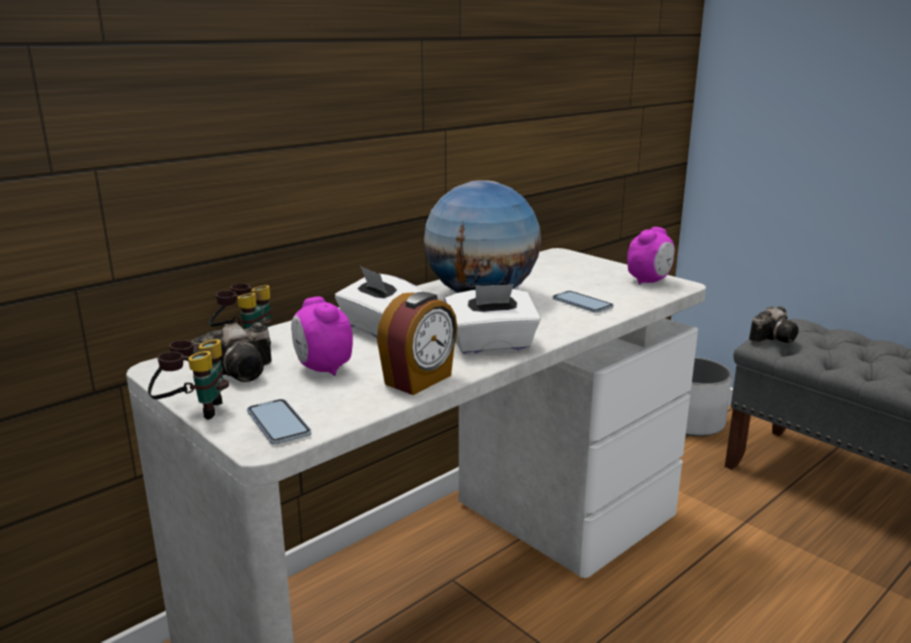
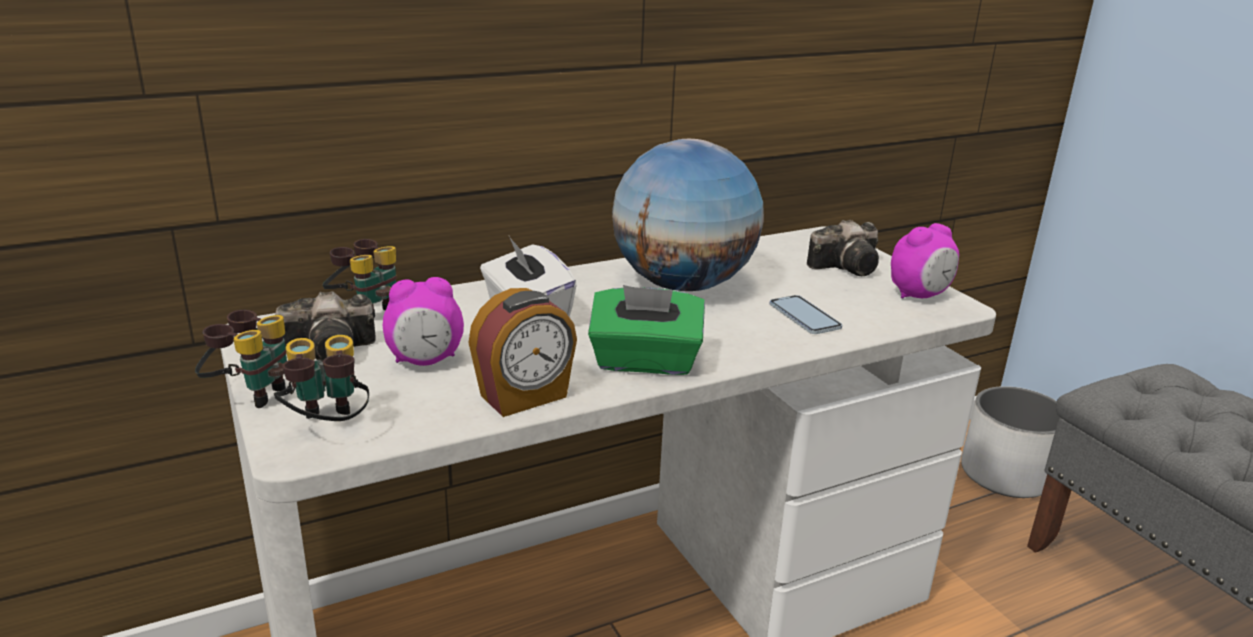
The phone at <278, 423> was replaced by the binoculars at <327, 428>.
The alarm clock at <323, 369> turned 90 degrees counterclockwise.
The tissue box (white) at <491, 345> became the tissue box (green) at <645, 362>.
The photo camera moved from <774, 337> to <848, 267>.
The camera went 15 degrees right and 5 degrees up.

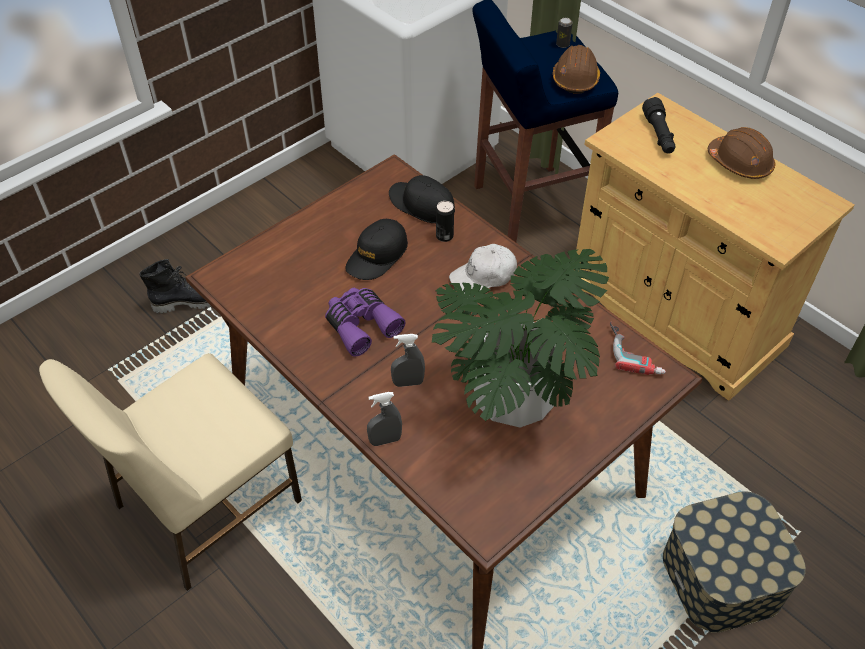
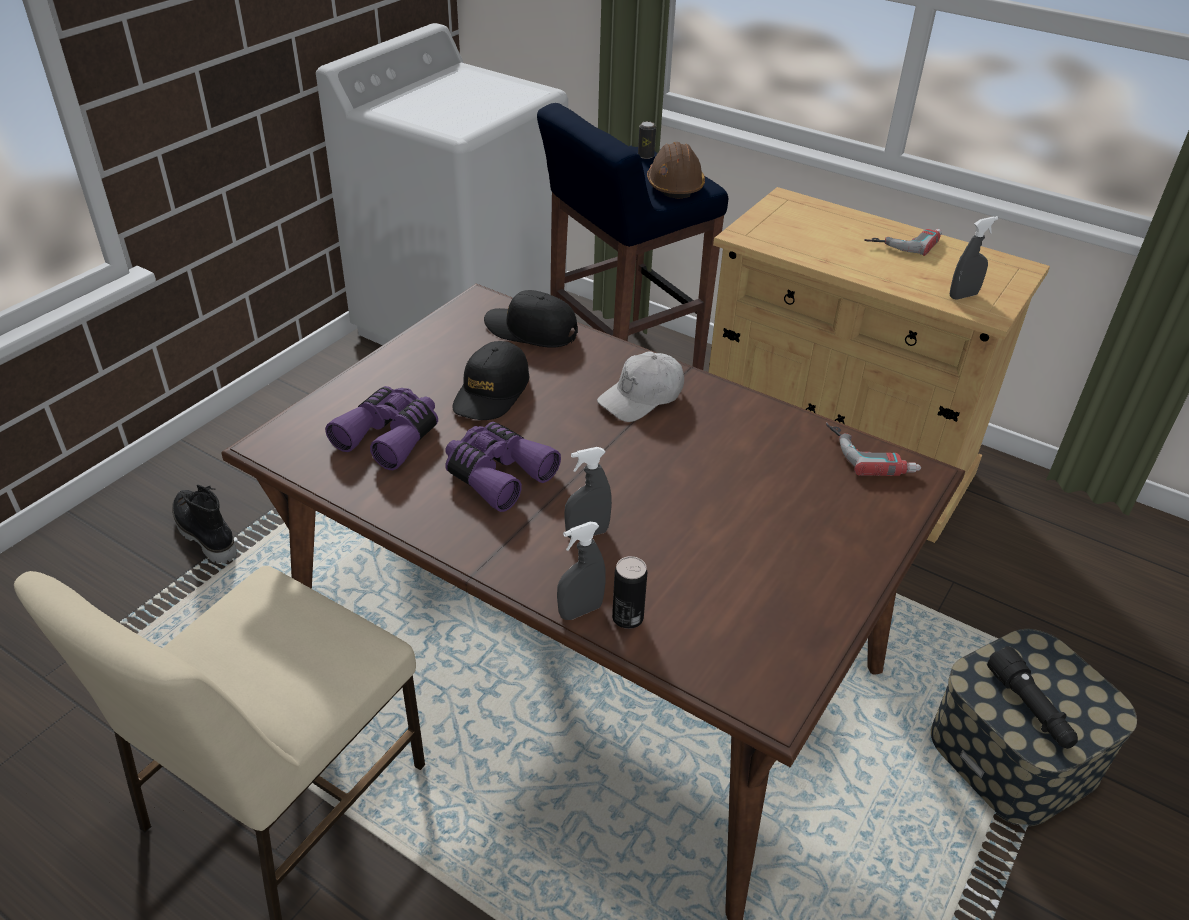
The boot (black) at <190, 301> turned 105 degrees counterclockwise.
The binoculars (purple) at <390, 436> appeared.
The can moved from <444, 236> to <627, 618>.
The hard hat (brown) at <740, 163> was replaced by the power drill at <903, 241>.
The spray bottle (grey) at <963, 296> appeared.
The flashlight (black) moved from <658, 135> to <1029, 708>.
The potted plant at <513, 398> disappeared.
The camera went 15 degrees left and 10 degrees down.

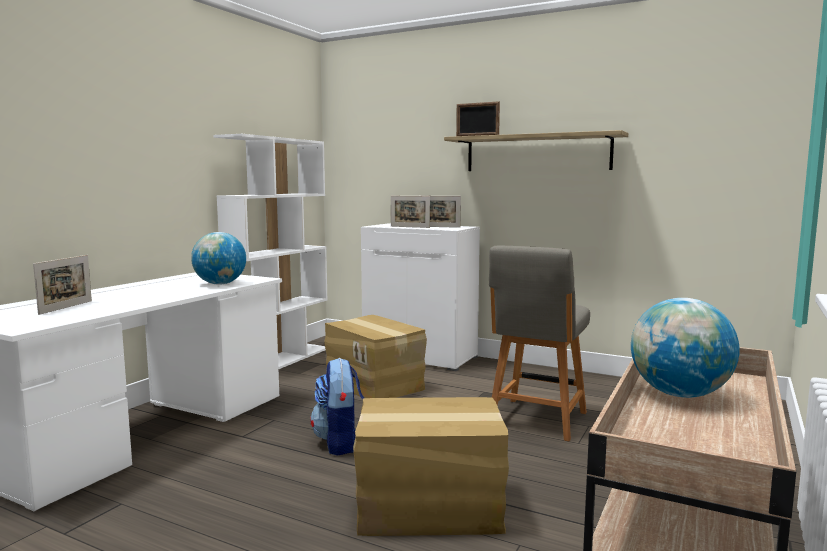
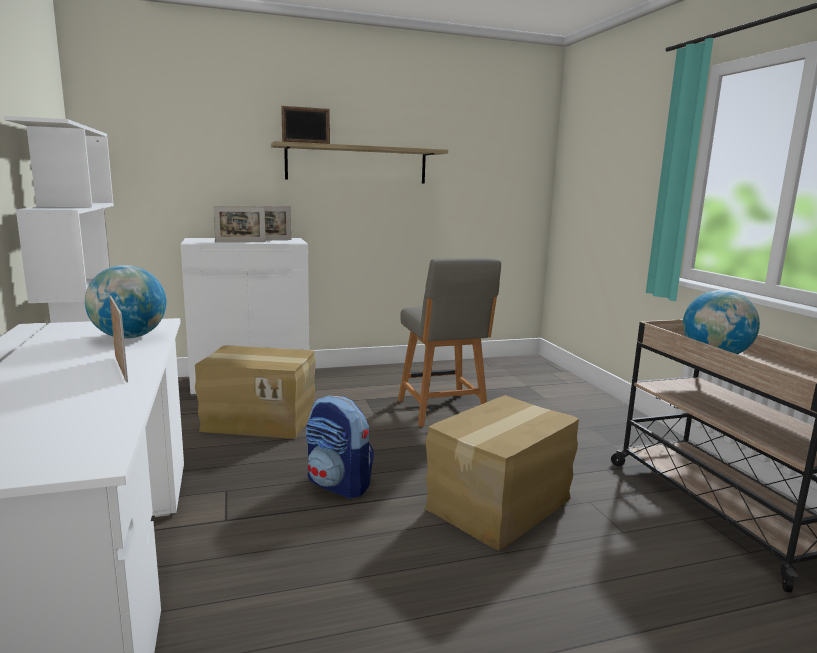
The picture frame moved from <66, 307> to <121, 368>.
The camera went 45 degrees left and 5 degrees up.

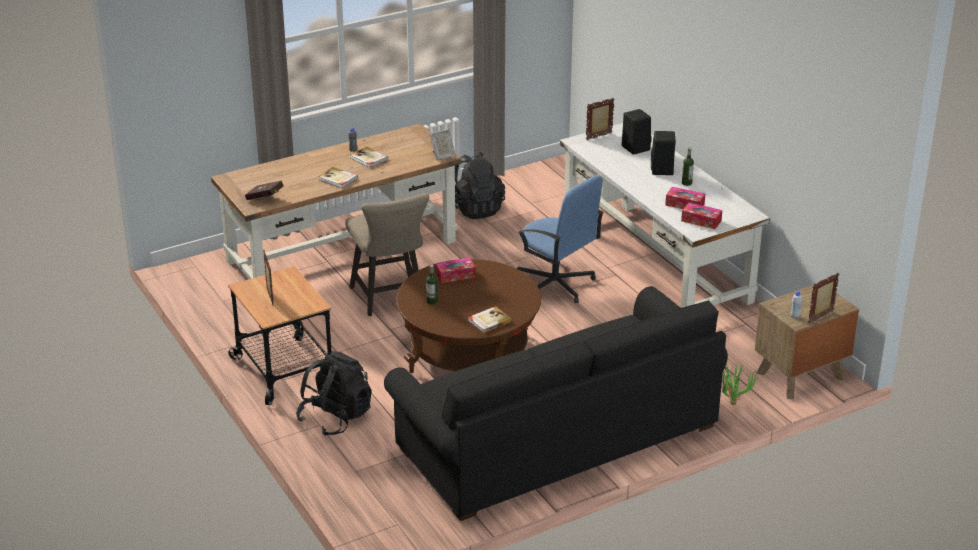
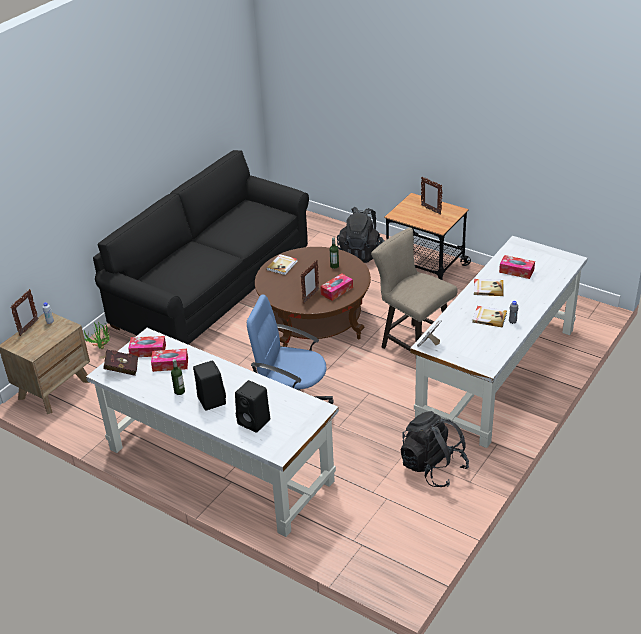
The book (red) moved from <266, 199> to <120, 369>.
The picture frame moved from <599, 136> to <310, 297>.
The desk (brown) at <342, 251> became the desk (white) at <497, 373>.
The tissue box at <516, 271> appeared.
The camera went 155 degrees right and 5 degrees up.

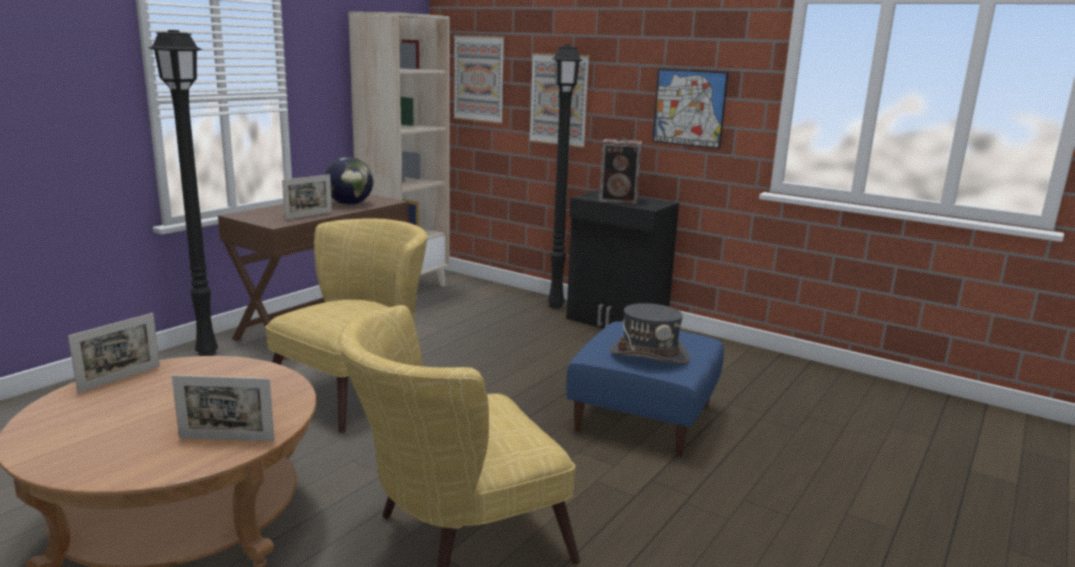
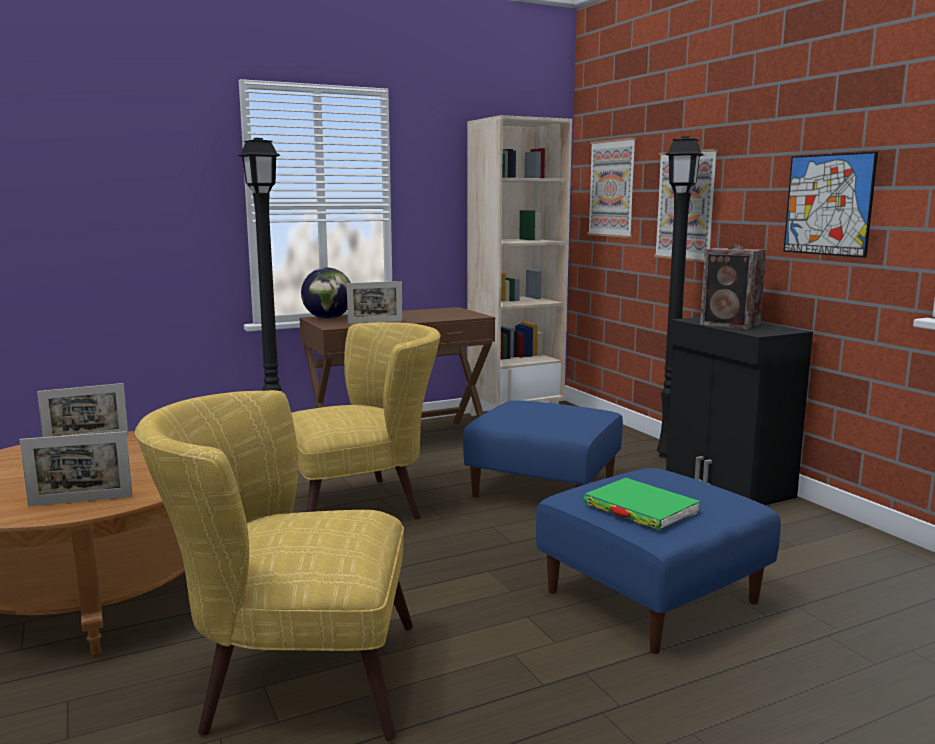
The picture frame at <226, 439> turned 45 degrees counterclockwise.
The globe moved from <350, 204> to <328, 318>.
The ottoman (blue) at <544, 488> appeared.
The hat (grey) at <649, 355> was replaced by the book (green) at <640, 509>.
The camera went 30 degrees right and 5 degrees down.

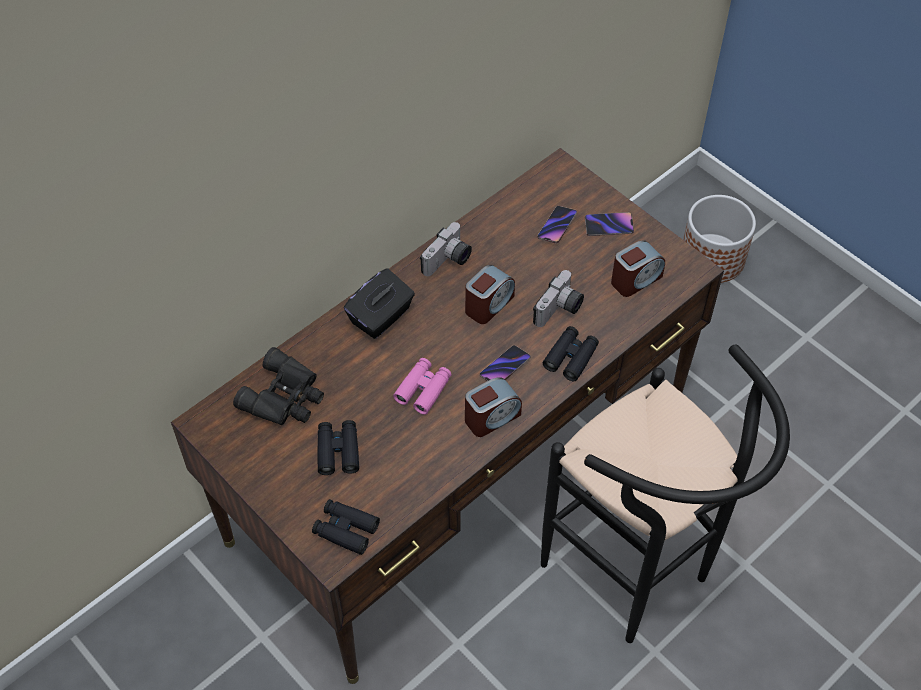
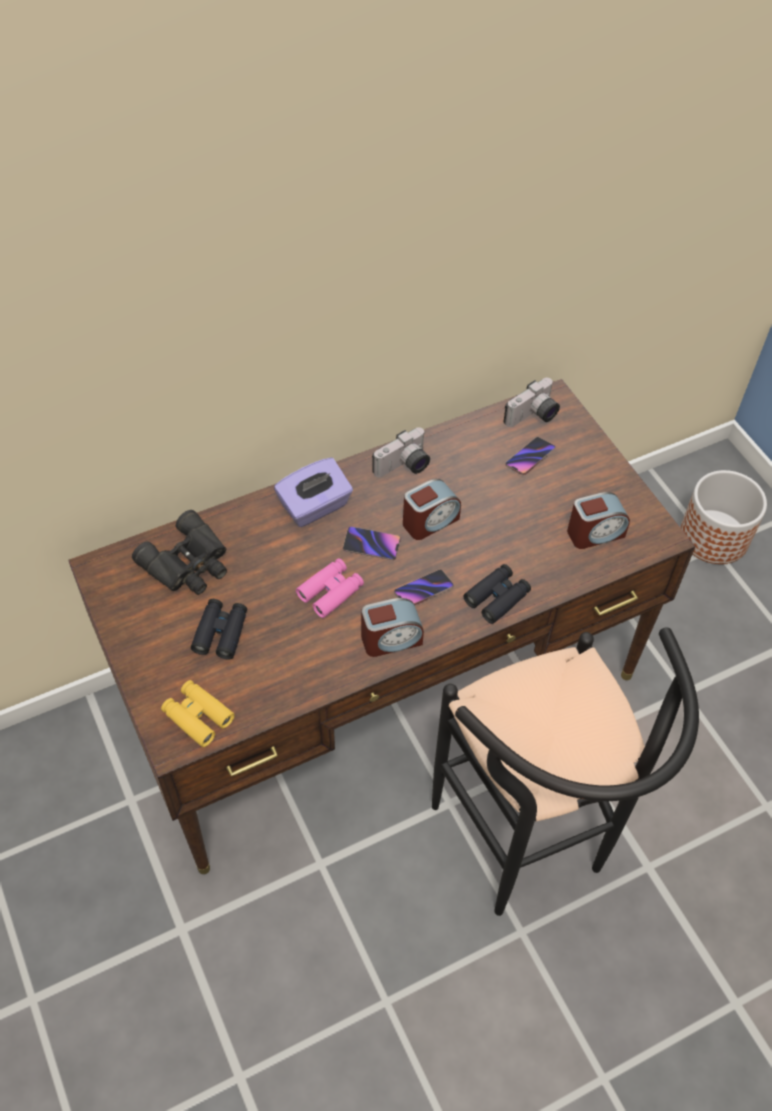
The binoculars (black) at <345, 530> became the binoculars (yellow) at <198, 716>.
The tissue box (black) at <381, 317> became the tissue box (purple) at <315, 507>.
The phone moved from <608, 226> to <371, 545>.
The photo camera moved from <559, 310> to <533, 416>.
The camera went 15 degrees right and 0 degrees up.

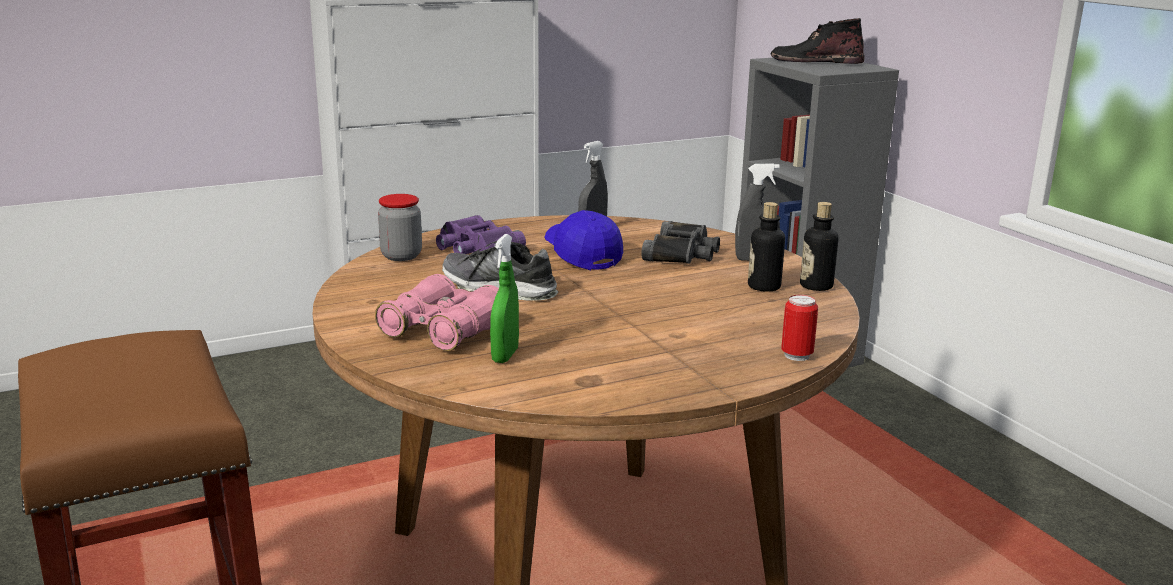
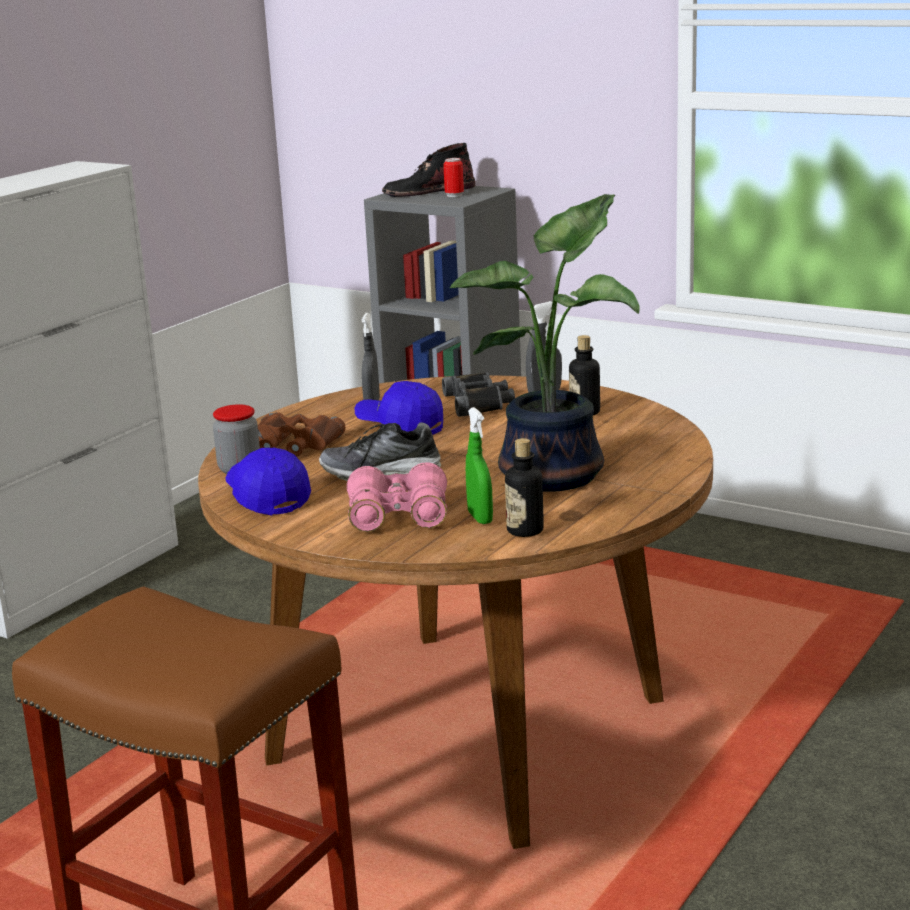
The cap (blue) at <267, 497> appeared.
The binoculars (purple) at <475, 247> became the binoculars (brown) at <293, 444>.
The can moved from <796, 355> to <454, 195>.
The potted plant at <558, 475> appeared.
The bottle moved from <816, 286> to <525, 530>.
The camera went 30 degrees left and 0 degrees up.

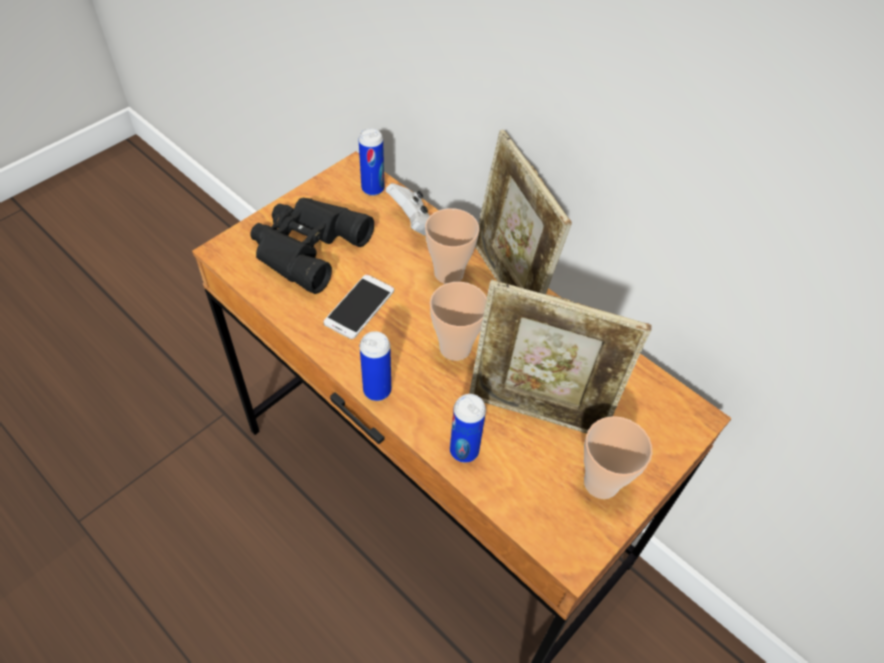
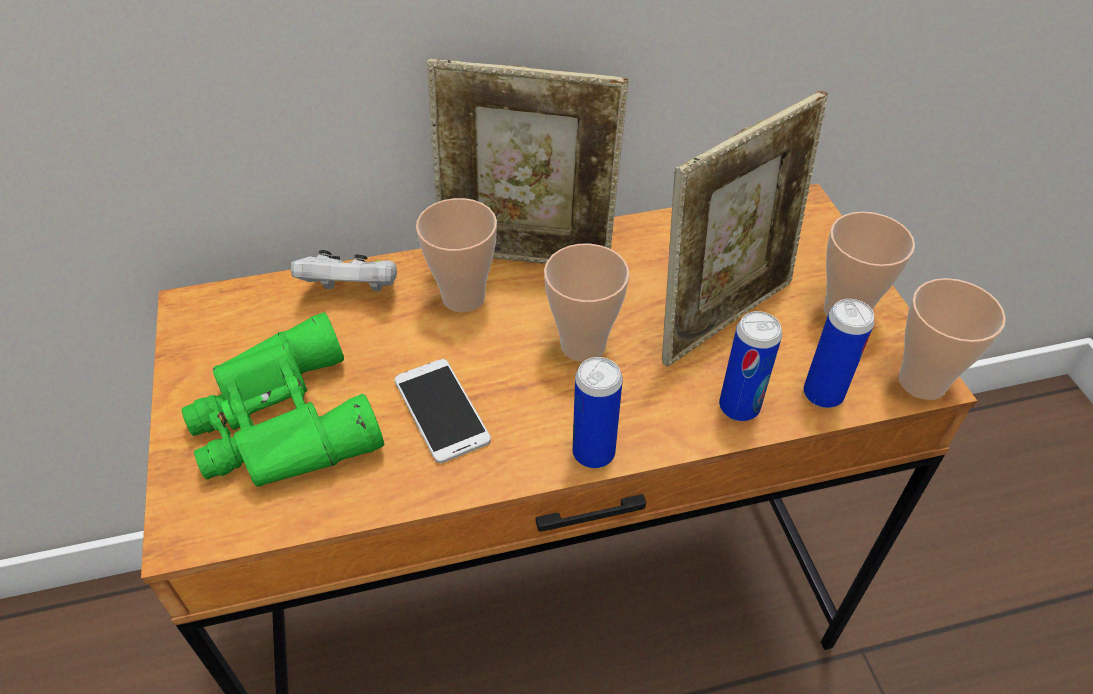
The binoculars (black) at <305, 247> became the binoculars (green) at <280, 424>.
The can moved from <373, 189> to <823, 394>.
The cup at <922, 382> appeared.
The camera went 55 degrees left and 5 degrees down.

